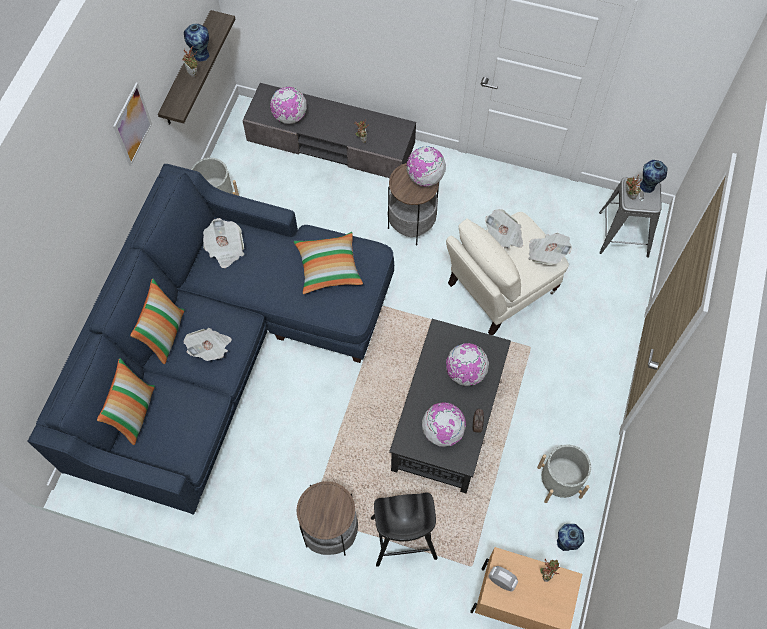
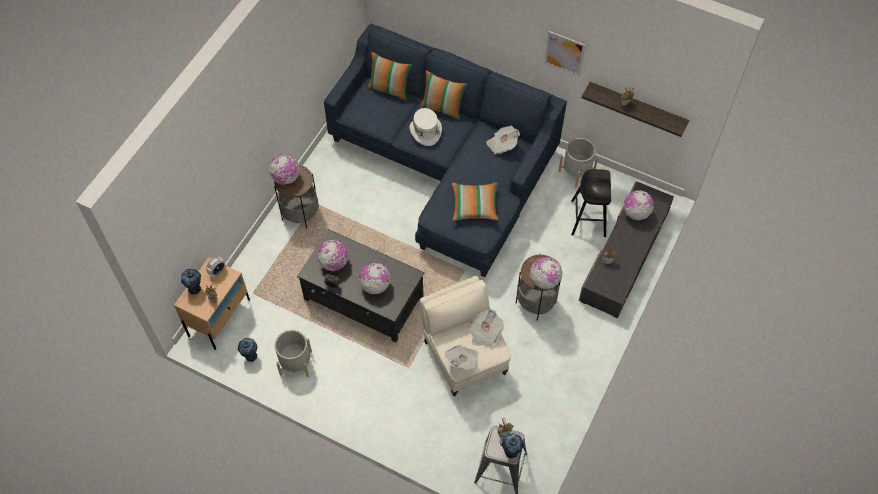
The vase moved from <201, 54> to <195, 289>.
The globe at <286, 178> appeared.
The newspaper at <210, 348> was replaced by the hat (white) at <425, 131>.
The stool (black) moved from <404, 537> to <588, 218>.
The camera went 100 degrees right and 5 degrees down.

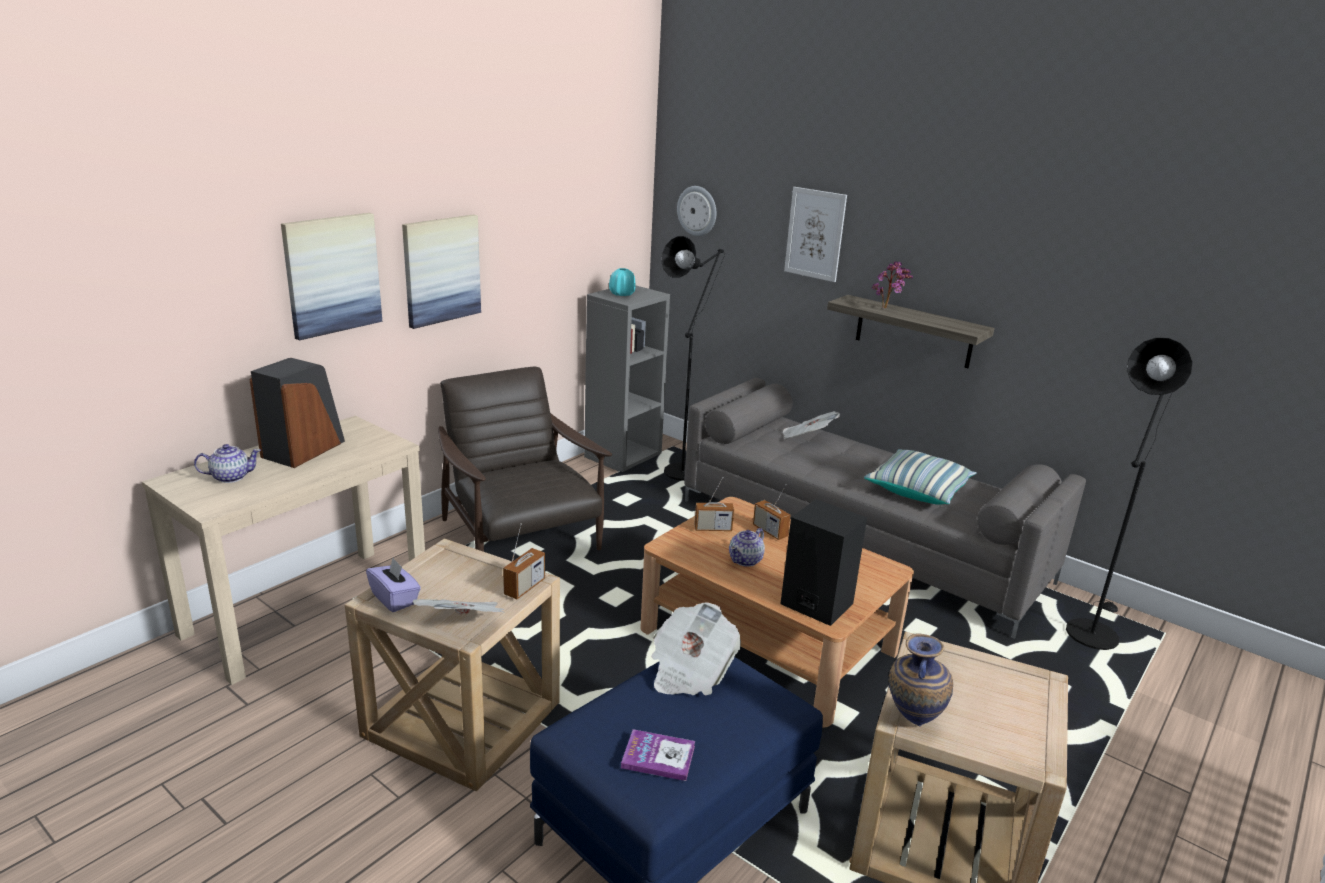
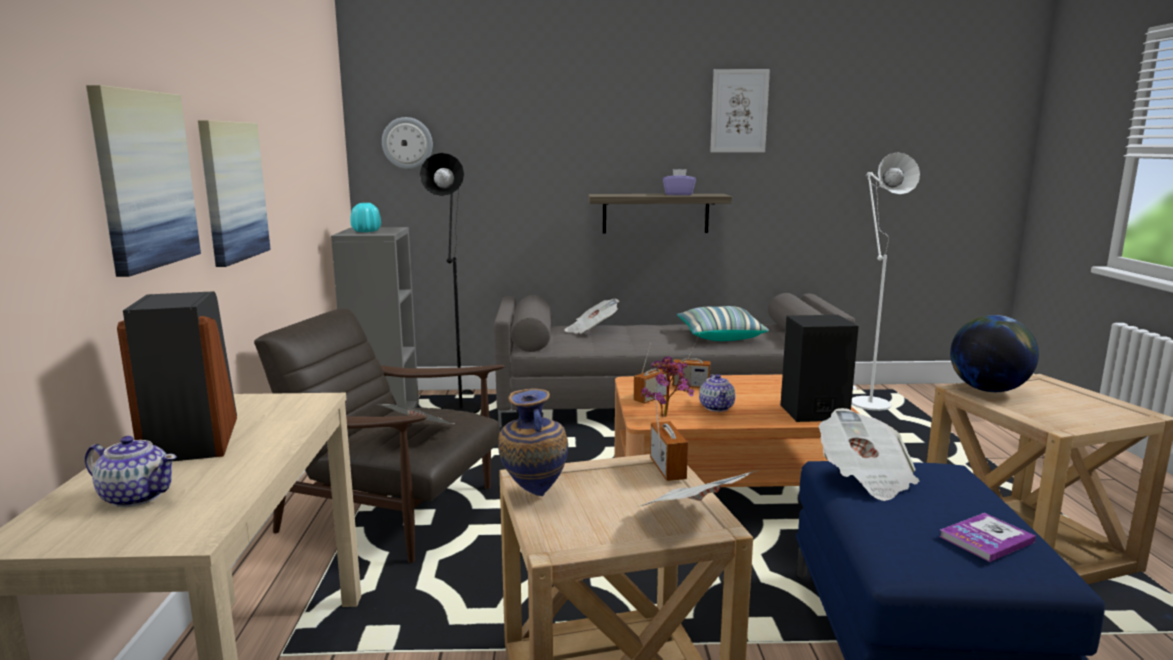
The teapot at <230, 477> turned 75 degrees clockwise.
The newspaper at <419, 434> appeared.
The vase moved from <911, 721> to <533, 495>.
The potted plant moved from <888, 308> to <667, 415>.
The tissue box (purple) moved from <395, 599> to <678, 194>.
The picture moved from <815, 234> to <739, 111>.
The floor lamp (black) at <1092, 630> became the floor lamp (white) at <865, 402>.
The globe at <988, 390> appeared.
The camera went 40 degrees left and 10 degrees down.

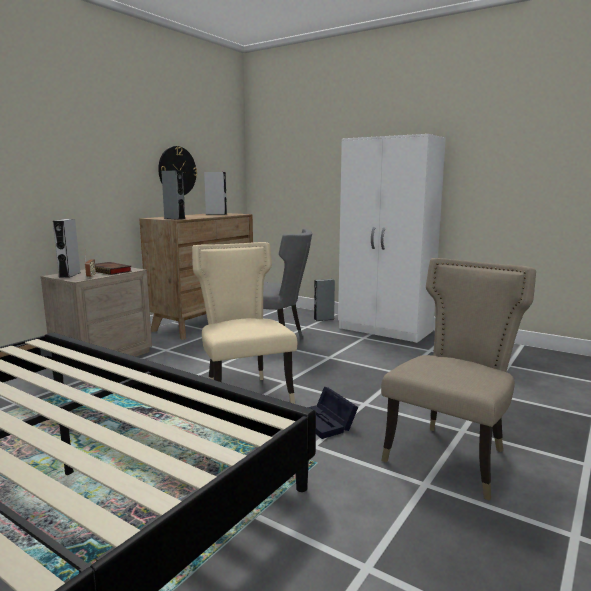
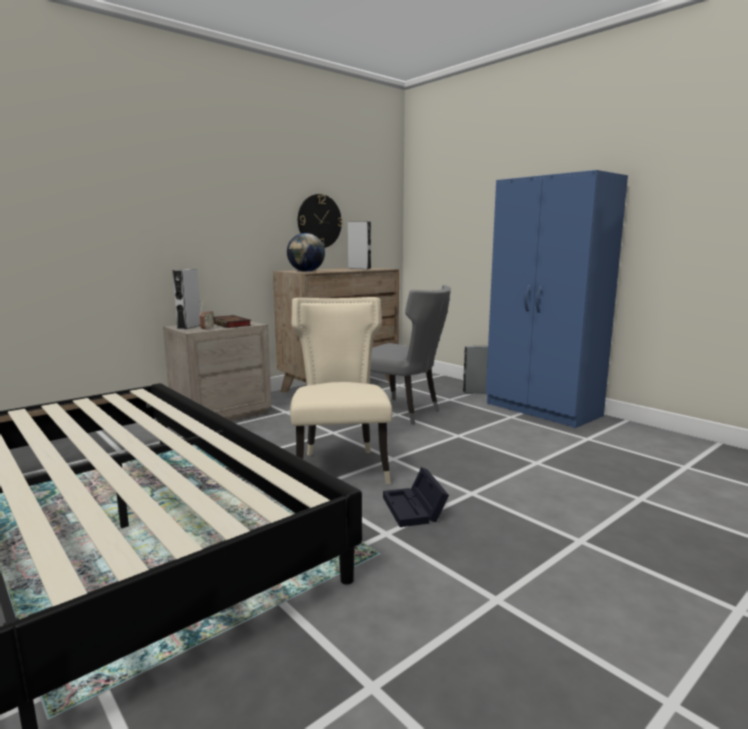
The speaker (grey) at <174, 218> was replaced by the globe at <306, 271>.
The wardrobe (white) at <385, 330> became the wardrobe (blue) at <543, 410>.
The chair (beige) at <451, 456> disappeared.
The camera went 15 degrees right and 0 degrees up.

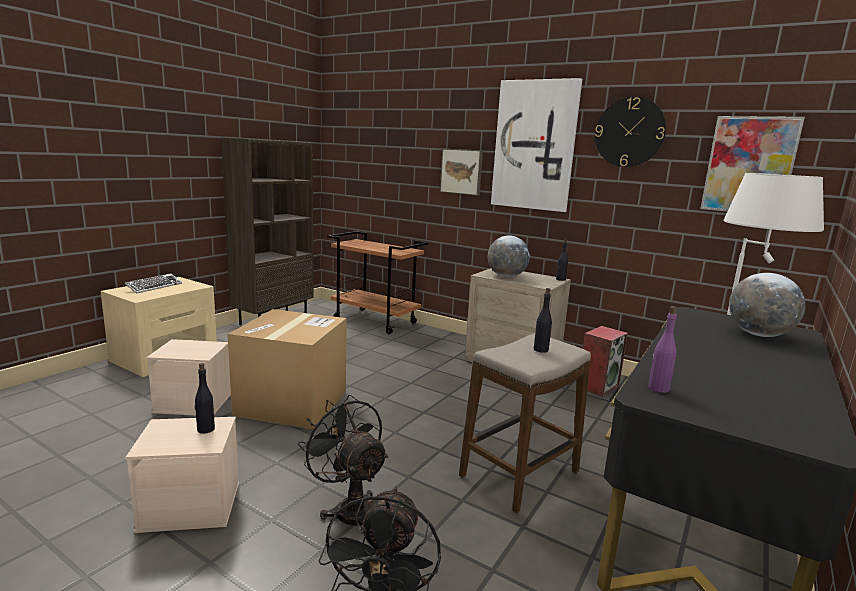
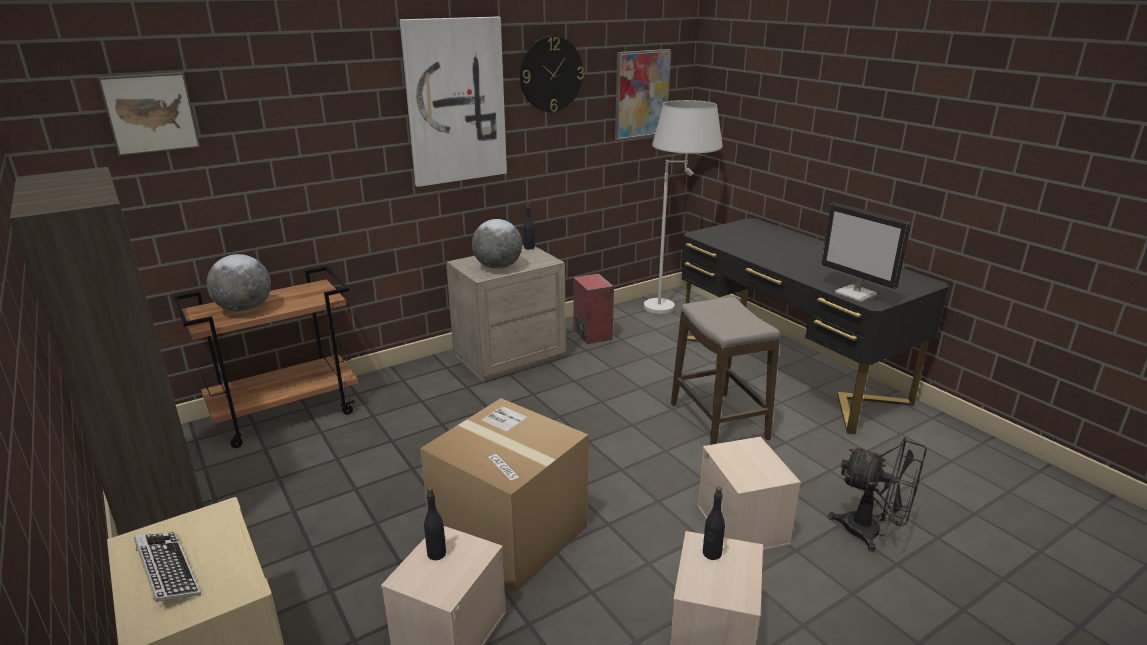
The picture moved from <462, 171> to <150, 112>.
The globe moved from <758, 335> to <244, 310>.
The bottle (black) moved from <541, 349> to <436, 553>.
The fan (black) at <349, 509> was replaced by the storage box (beige) at <743, 525>.
The bottle (purple) at <658, 388> was replaced by the monitor at <856, 294>.
The camera went 65 degrees left and 10 degrees up.

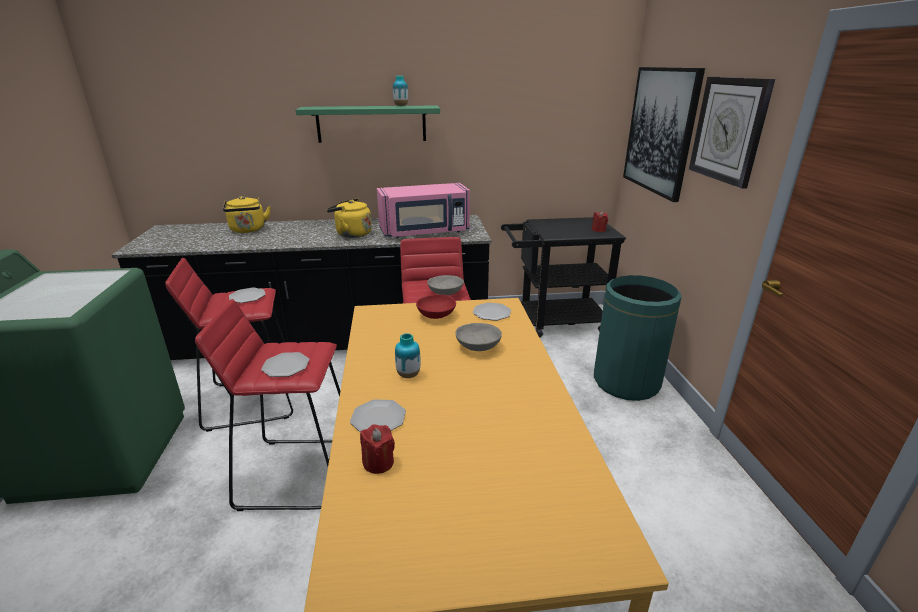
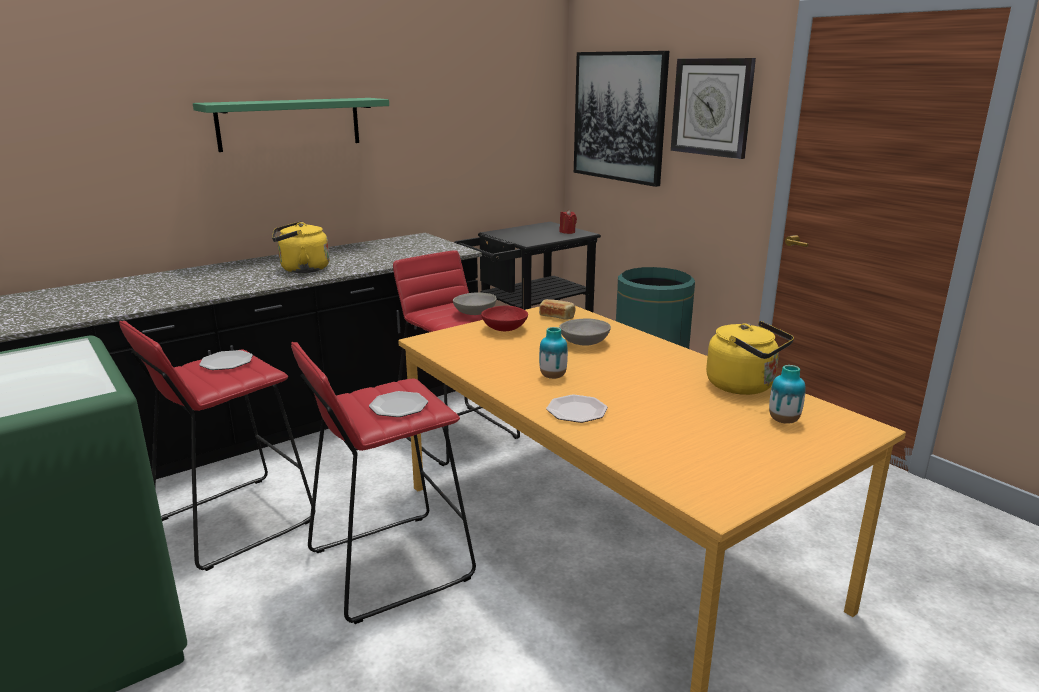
The plate at <492, 313> was replaced by the bread at <557, 316>.
The kettle (yellow) moved from <248, 230> to <744, 386>.
The vase moved from <401, 106> to <783, 420>.
The candle (red) at <378, 462> disappeared.
The microwave (pink) at <425, 232> disappeared.
The camera went 30 degrees left and 5 degrees down.

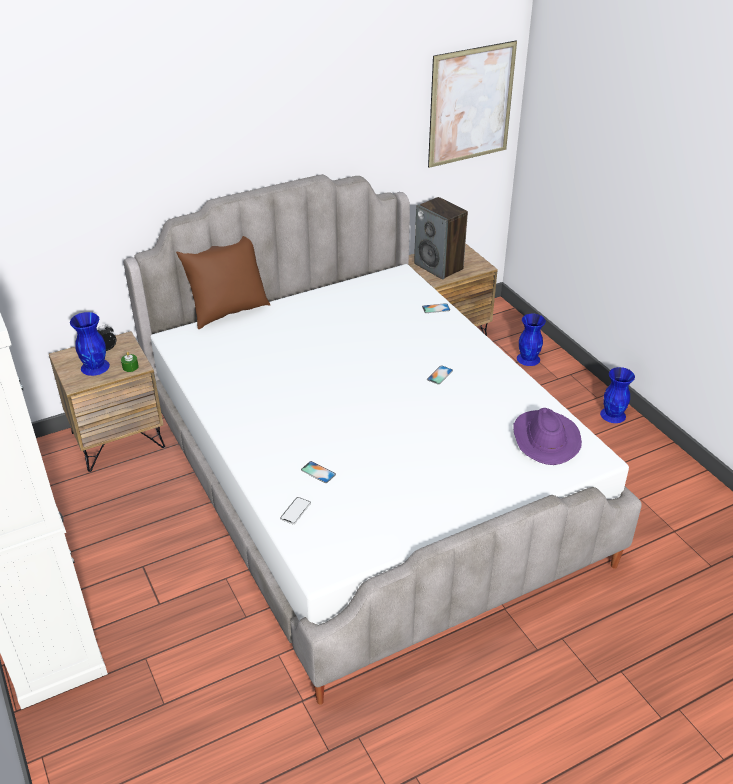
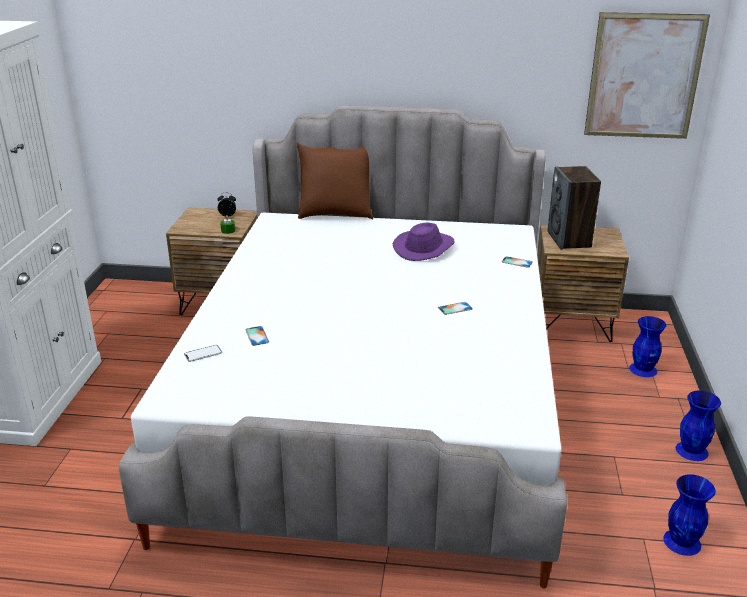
The hat (purple) moved from <544, 439> to <424, 248>.
The vase (blue) moved from <95, 366> to <682, 541>.
The camera went 35 degrees right and 10 degrees down.

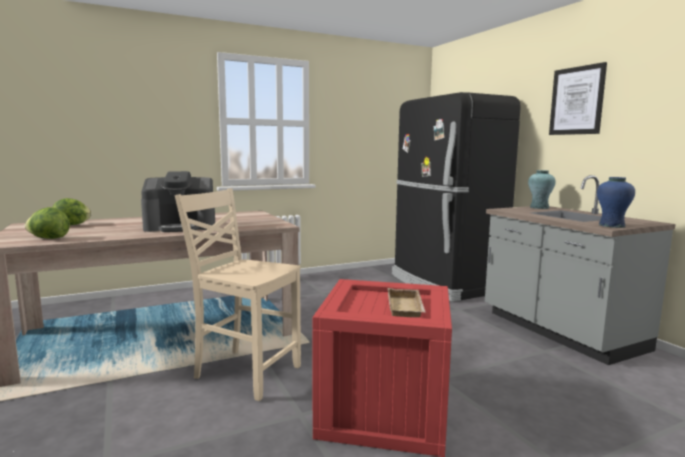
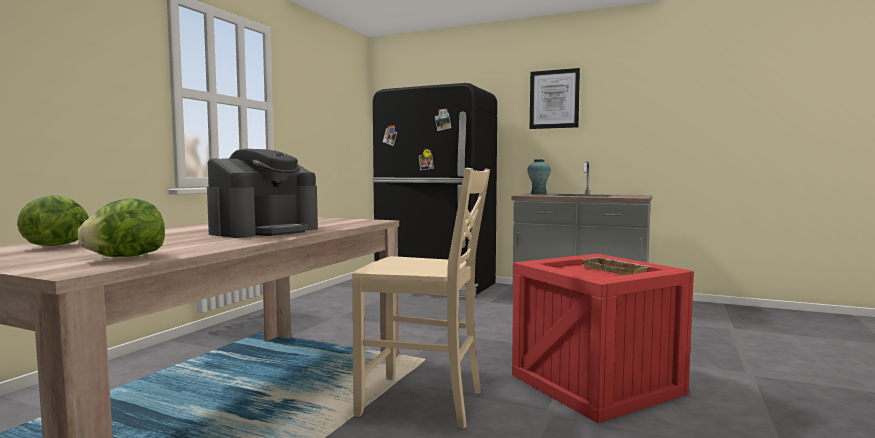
The chair (beige) at <245, 372> turned 150 degrees counterclockwise.
The vase (blue) at <611, 225> disappeared.
The camera went 40 degrees left and 5 degrees down.

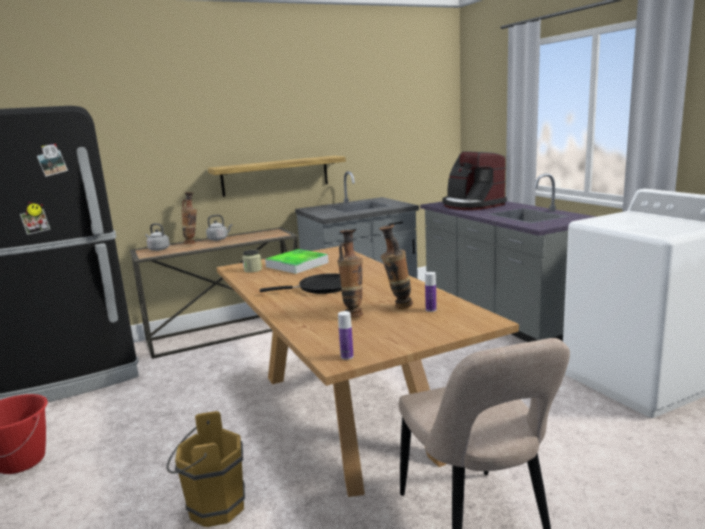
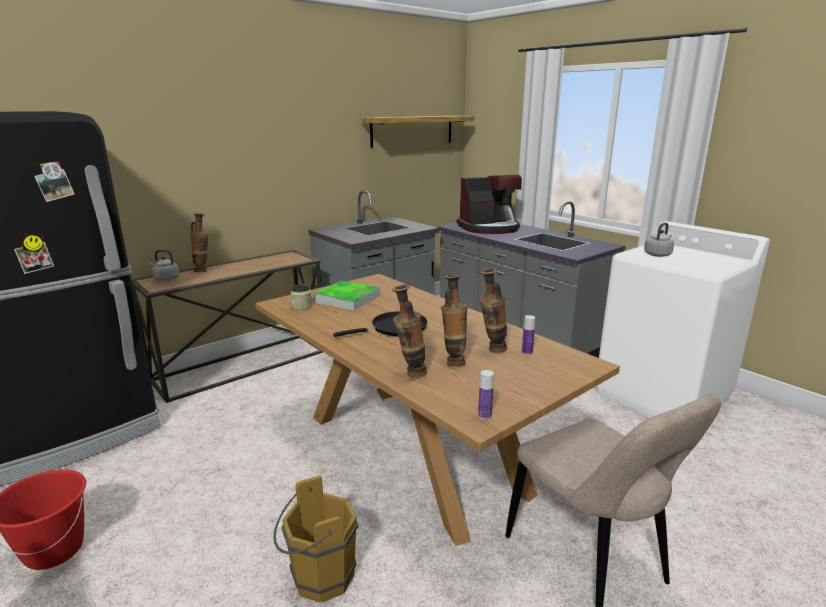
The shelf moved from <275, 175> to <412, 130>.
The vase at <410, 374> appeared.
The coffee machine at <472, 205> turned 60 degrees counterclockwise.
The kettle (grey) moved from <219, 239> to <658, 254>.
The camera went 15 degrees left and 5 degrees up.

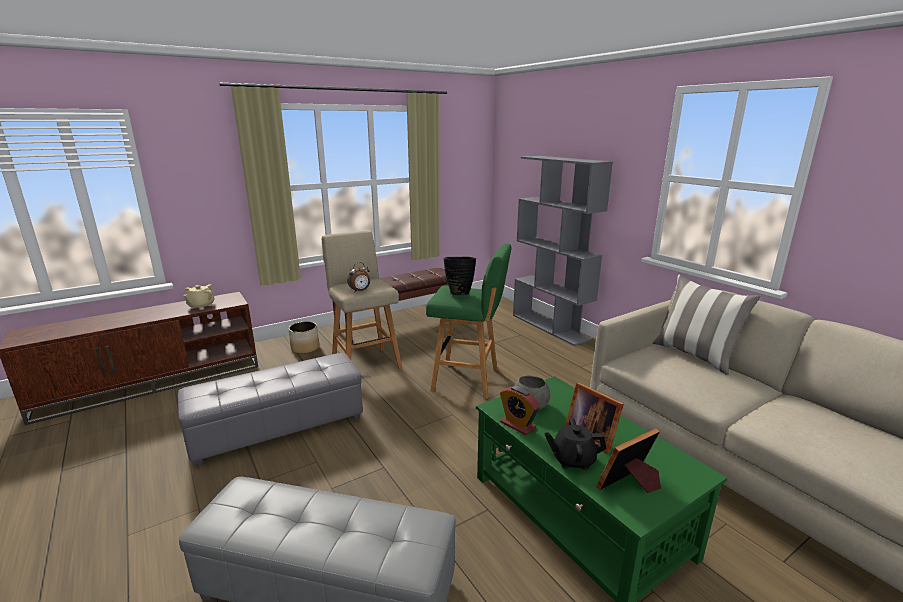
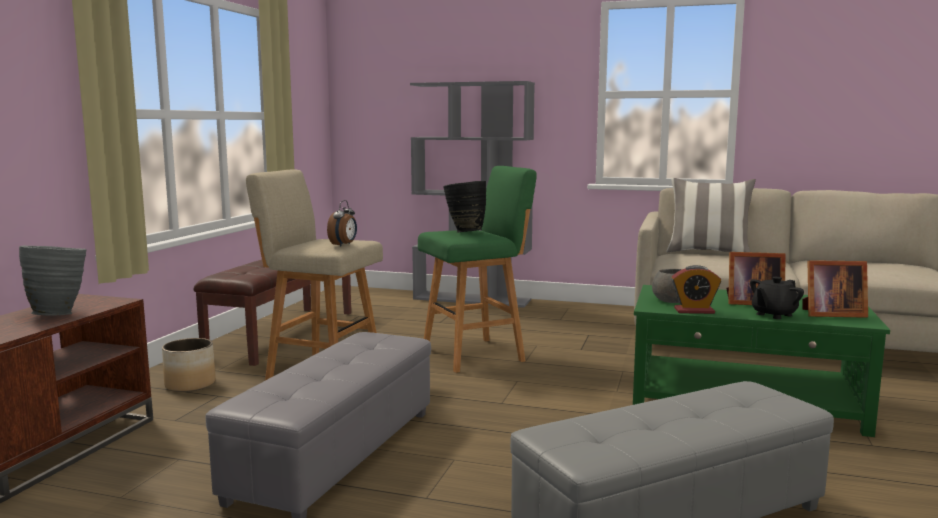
The teapot (beige) at <201, 306> was replaced by the vase (grey) at <59, 314>.
The picture frame at <630, 485> turned 105 degrees counterclockwise.
The camera went 40 degrees left and 10 degrees down.

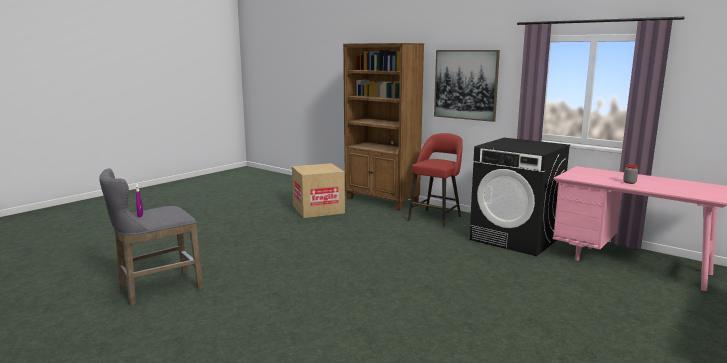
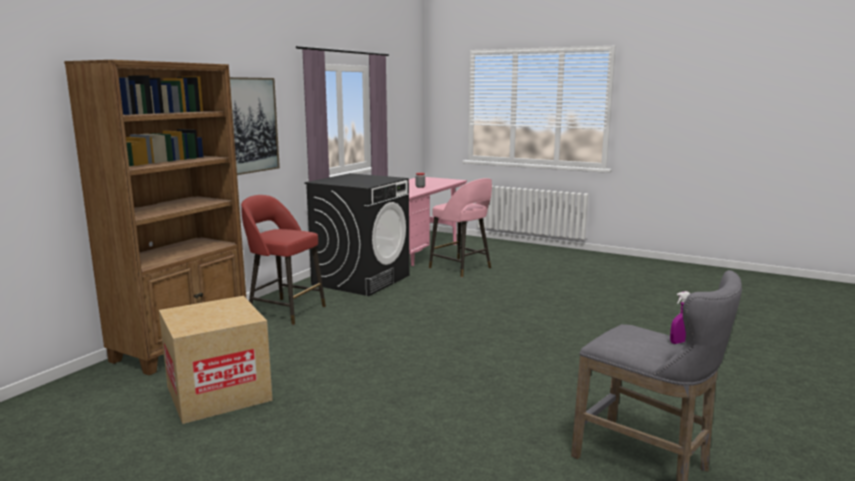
The stool (pink) at <461, 268> appeared.
The camera went 100 degrees left and 0 degrees up.

